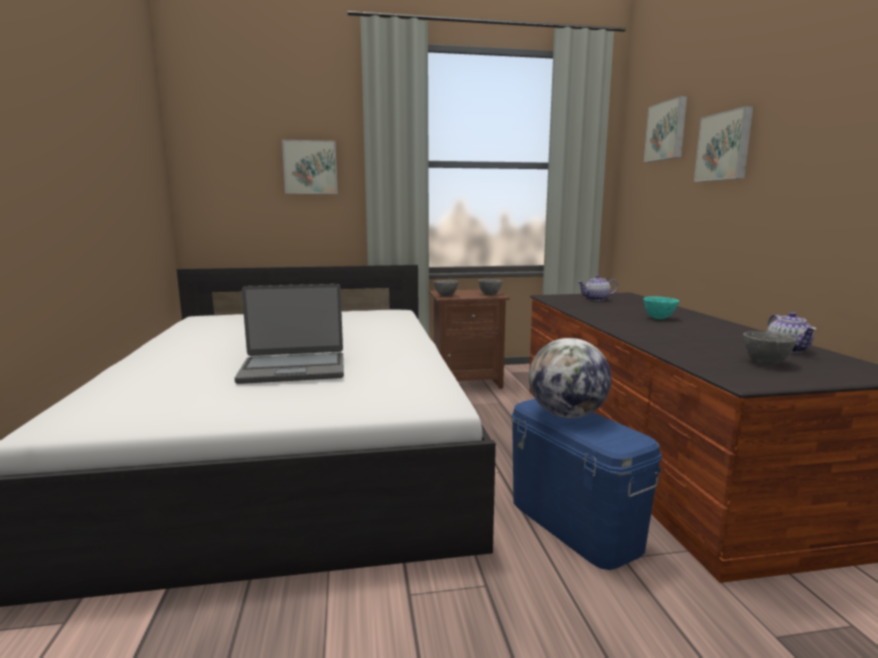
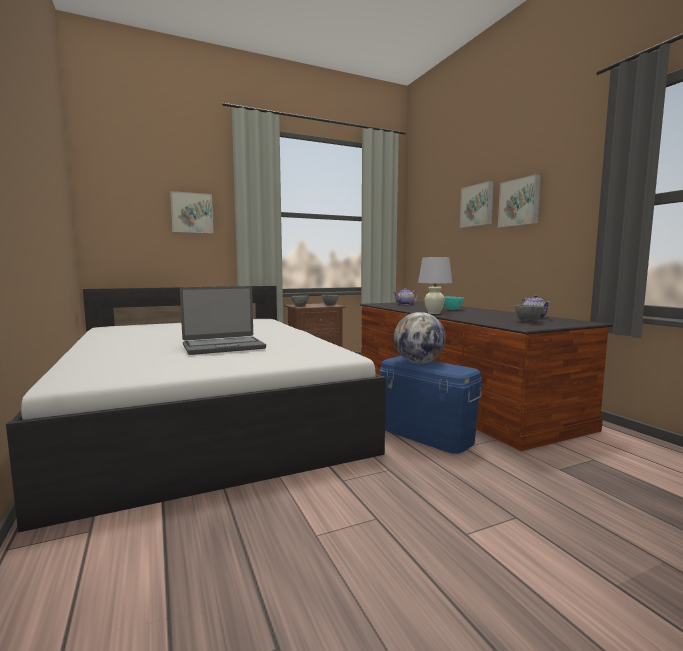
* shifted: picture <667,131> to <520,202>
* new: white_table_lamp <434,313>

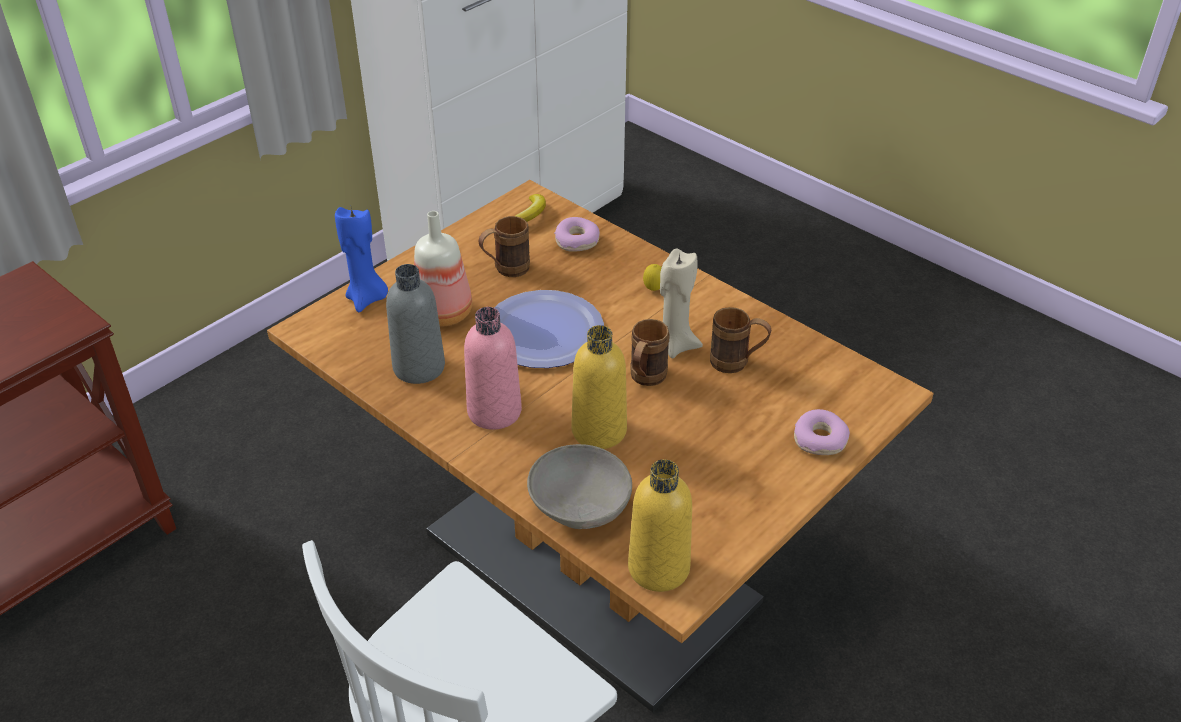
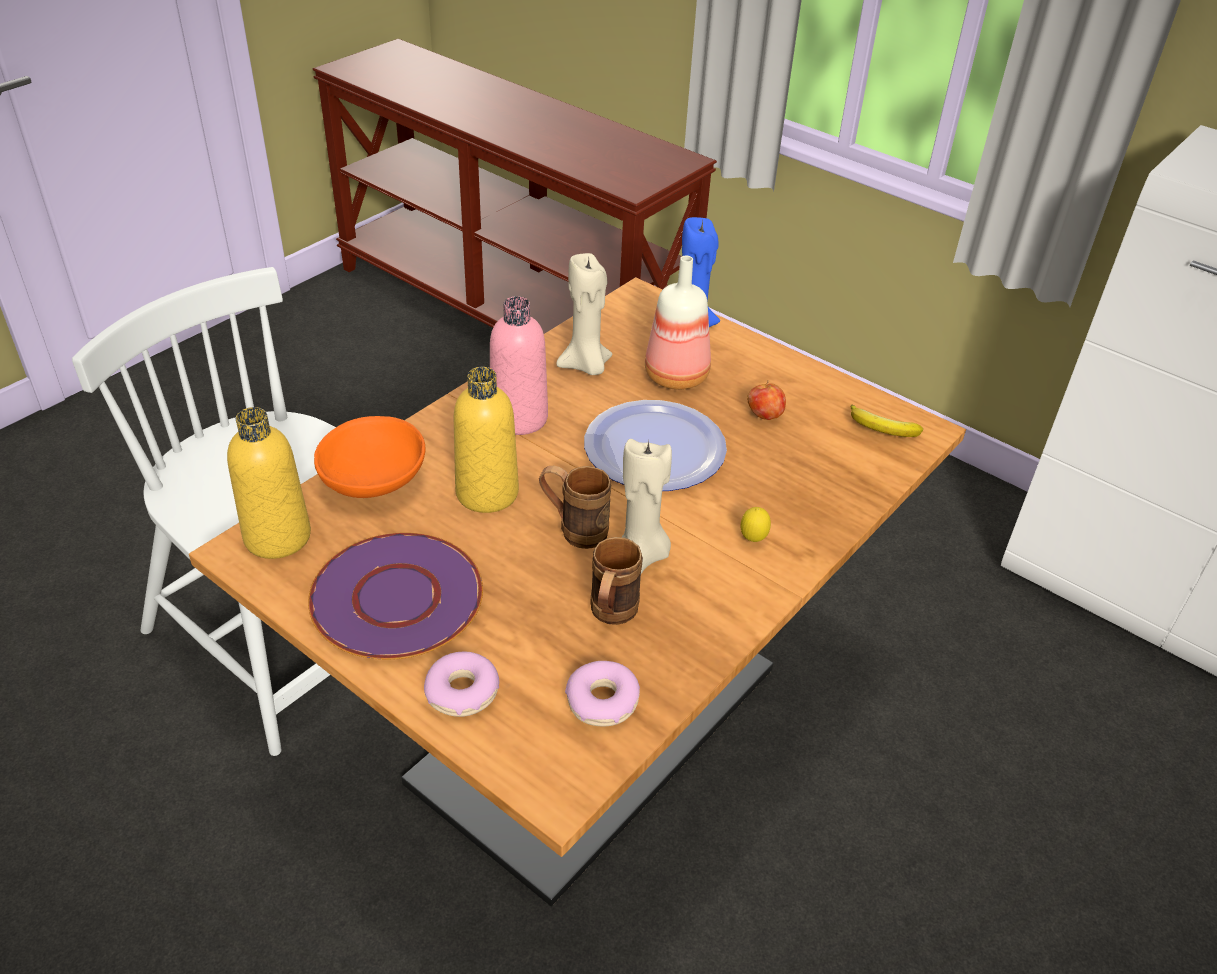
* swapped: brown_mug <505,270> to apple <764,416>
* shifted: donut <577,241> to <602,702>
* swapped: grey_bottle <419,367> to beige_candle <586,366>
* repainted: grey_bowl <581,506> to orange_bowl <375,481>
* new: purple_plate <395,598>

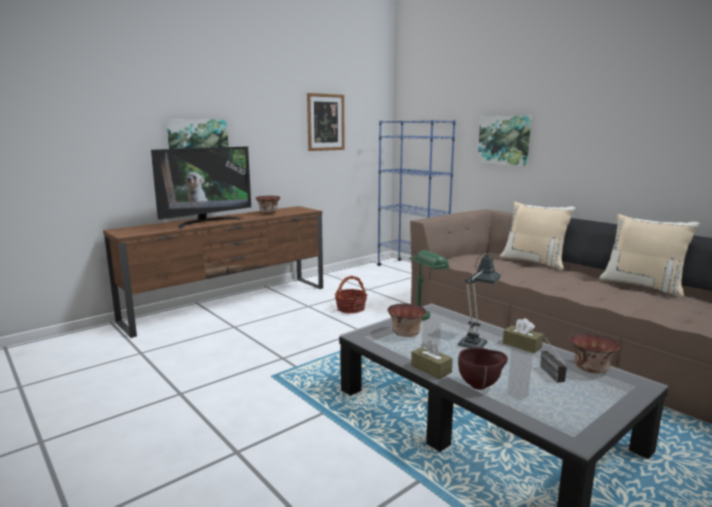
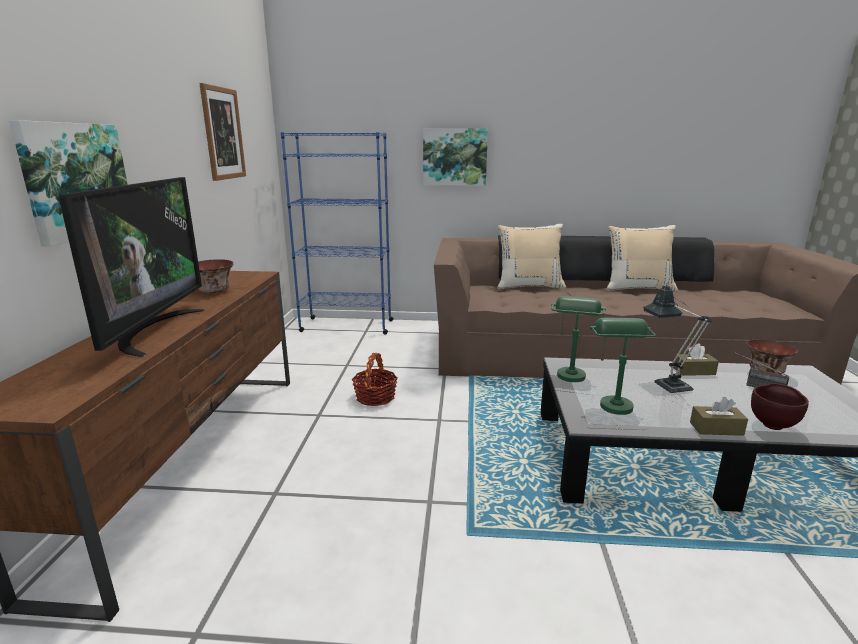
* swapped: bowl <405,334> to green_table_lamp <612,401>

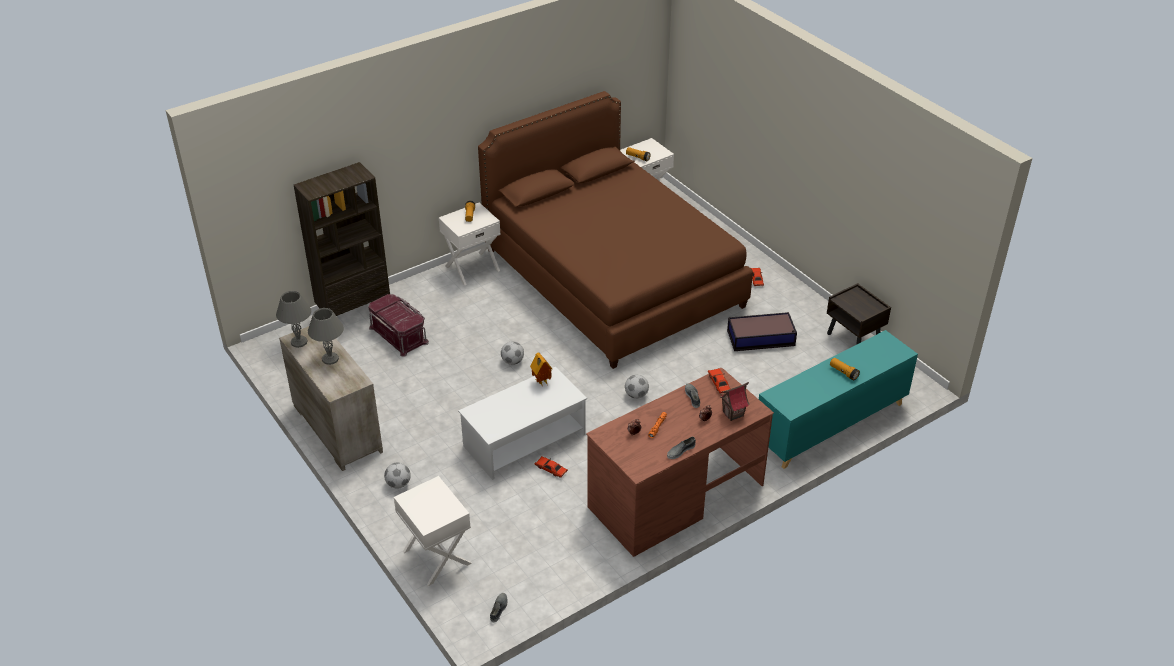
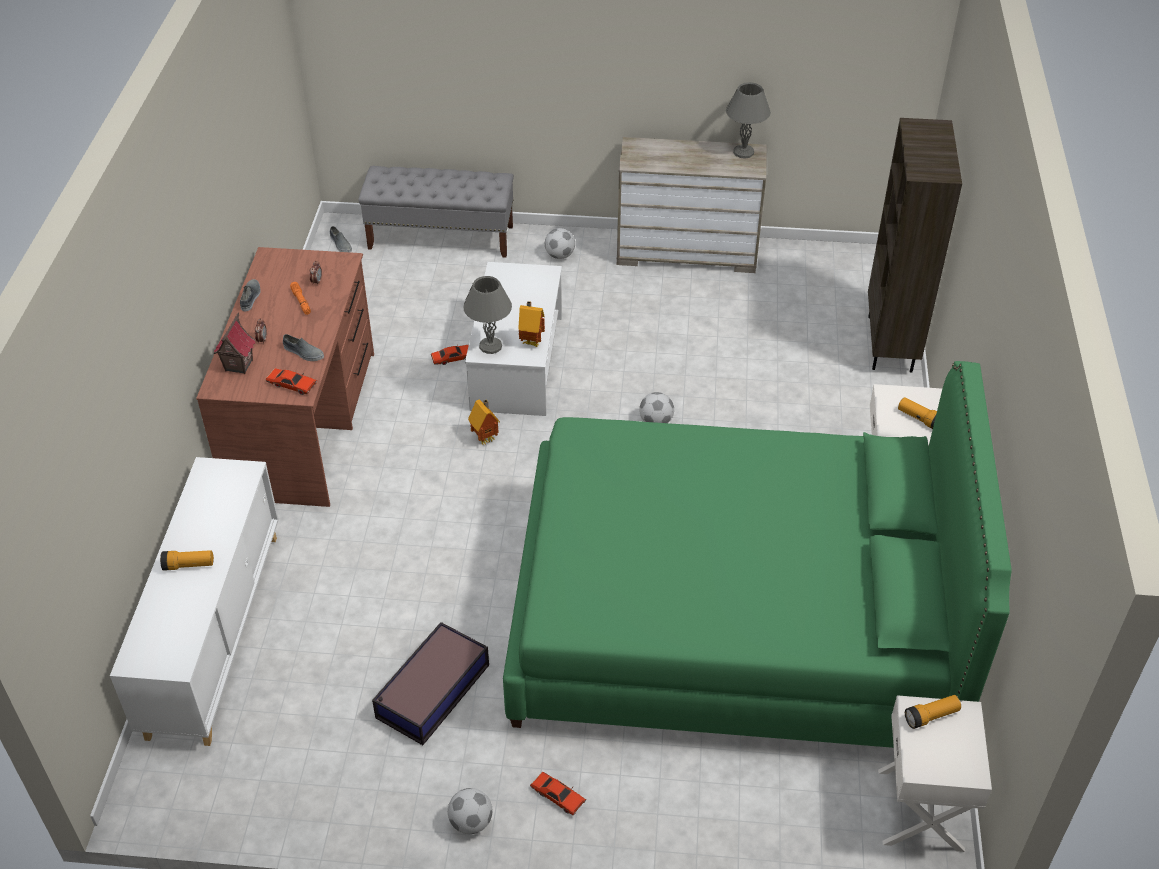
* repainted: brown_bed <612,278> to green_bed <732,619>
* gone: brown_nightstand <854,340>
* gone: red_storage_box <399,334>
* shifted: grey_table_lamp <331,359> to <489,346>
* repainted: turquoise_cabinet <830,425> to white_cabinet <214,632>
* shifted: football <636,395> to <471,822>
* swapped: white_nightstand <436,557> to grey_bench <441,237>
* new: toy_house <486,438>

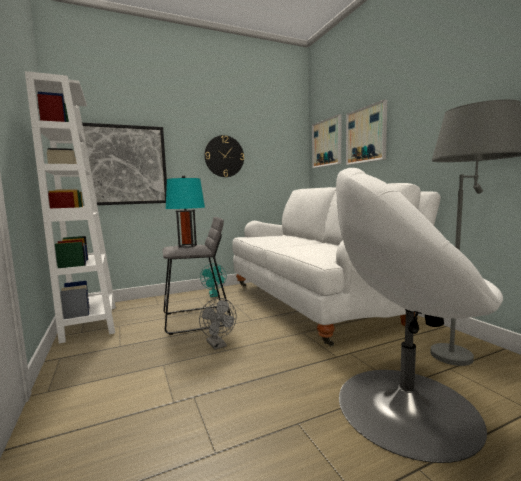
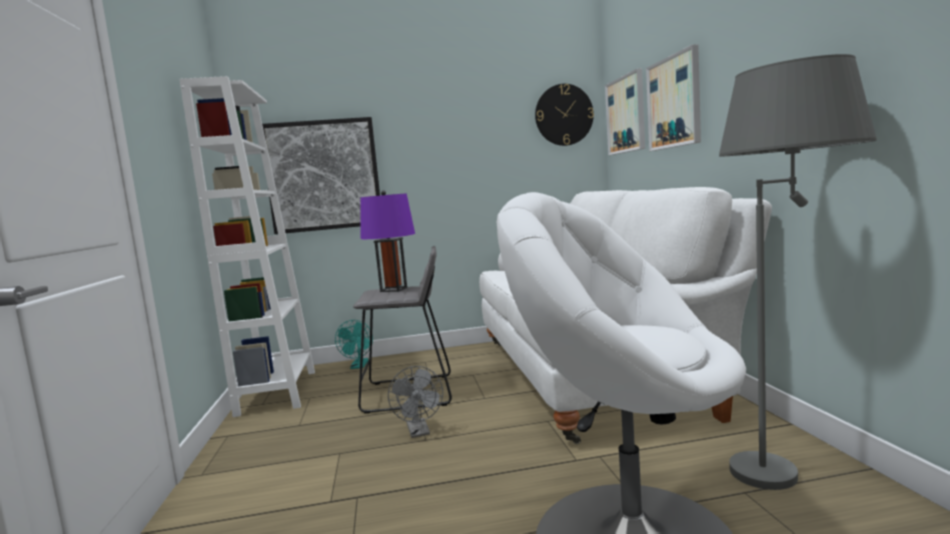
* shifted: wall_clock <224,156> to <564,115>
* repainted: turquoise_table_lamp <187,246> to purple_table_lamp <393,289>
* shifted: turquoise_fan <214,295> to <359,366>

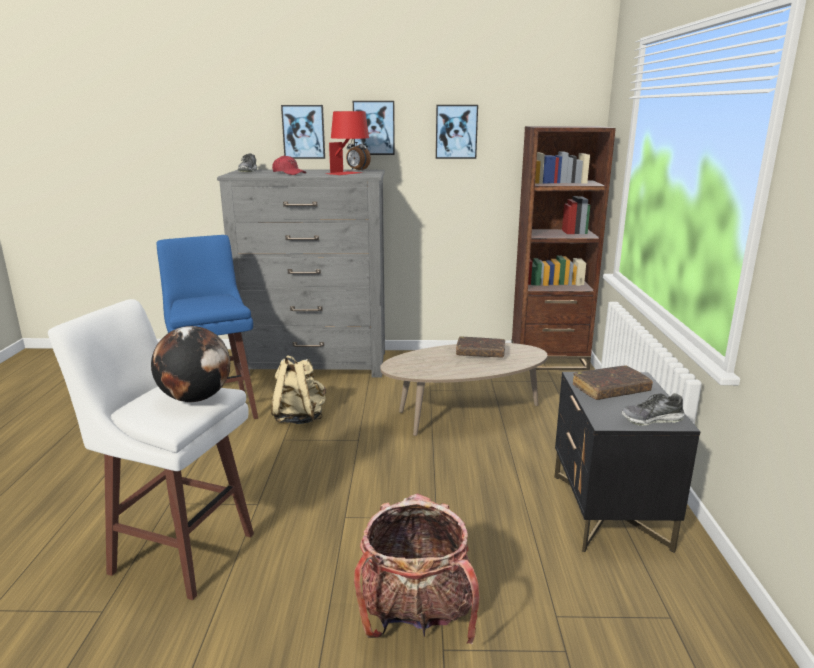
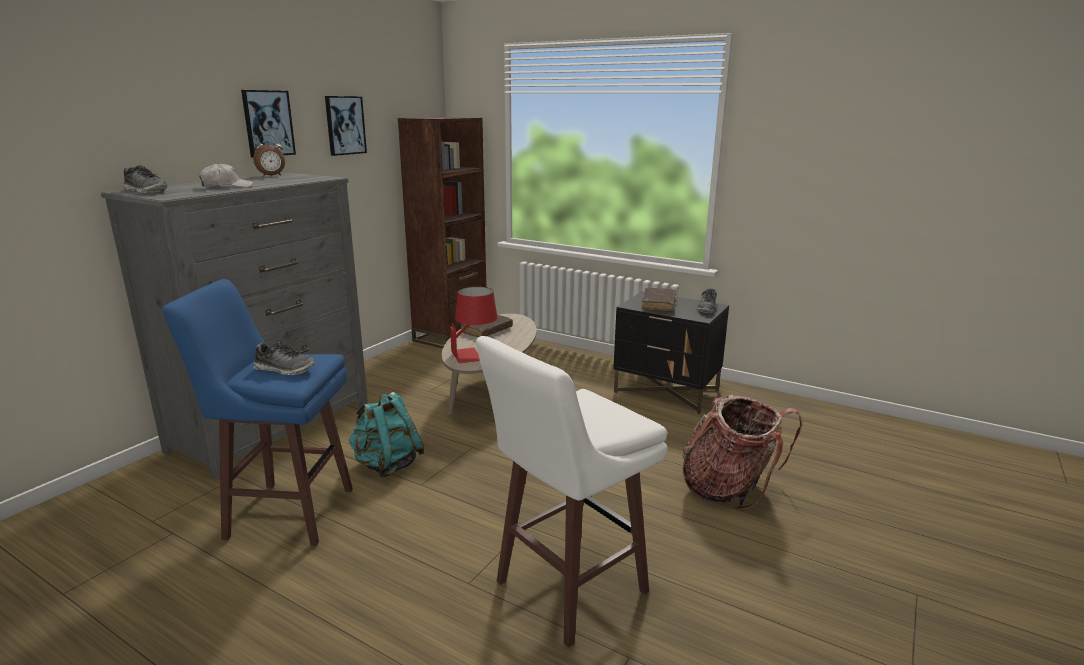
* gone: picture <303,132>
* shifted: red_table_lamp <349,173> to <474,354>
* repainted: red_cap <289,173> to white_cap <226,186>
* gone: globe <196,398>
* repainted: beige_backpack <299,418> to turquoise_backpack <387,465>
* new: shoe <285,369>

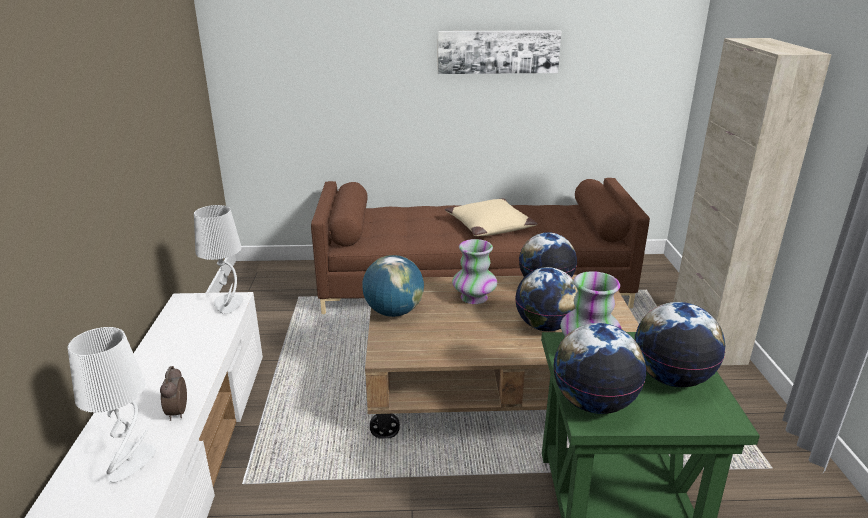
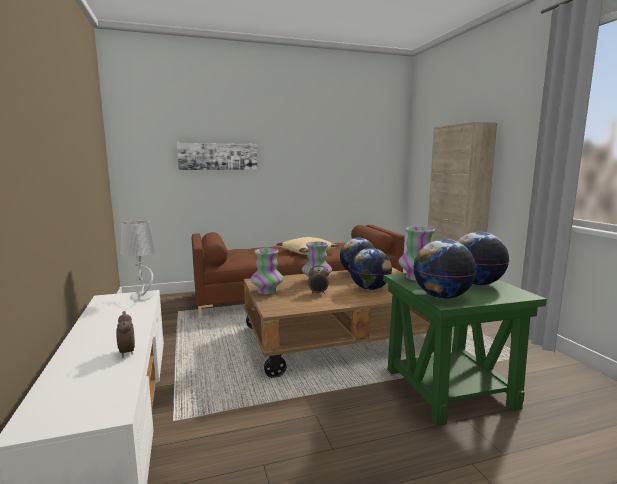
* shifted: picture <498,51> to <218,156>
* swapped: globe <393,312> to vase <267,291>
* gone: white_table_lamp <130,462>
* new: alarm_clock <318,293>

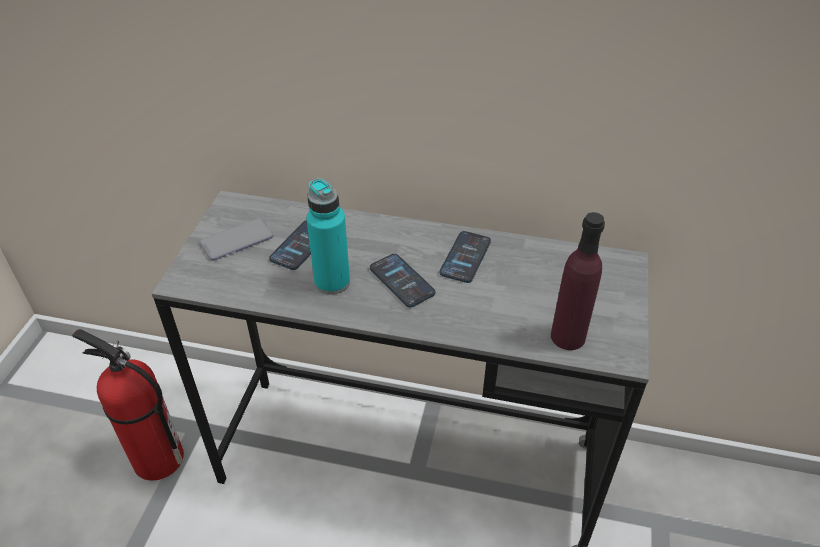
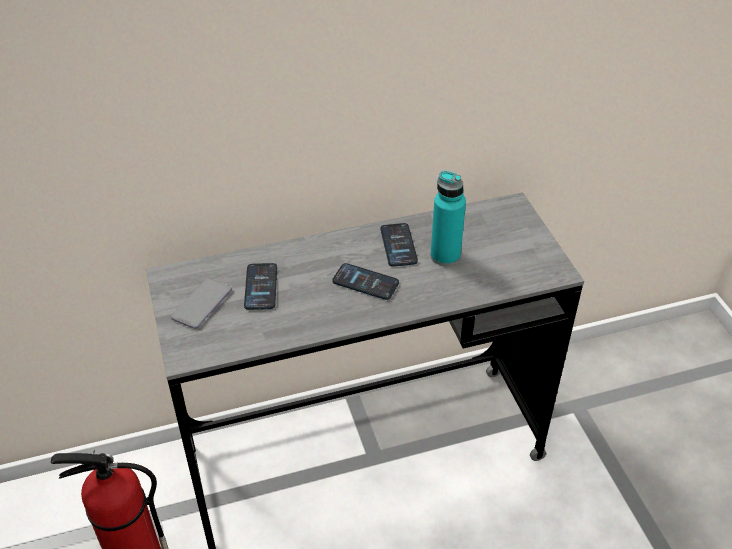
* shifted: turquoise_bottle <332,282> to <445,256>
* gone: purple_bottle <567,336>

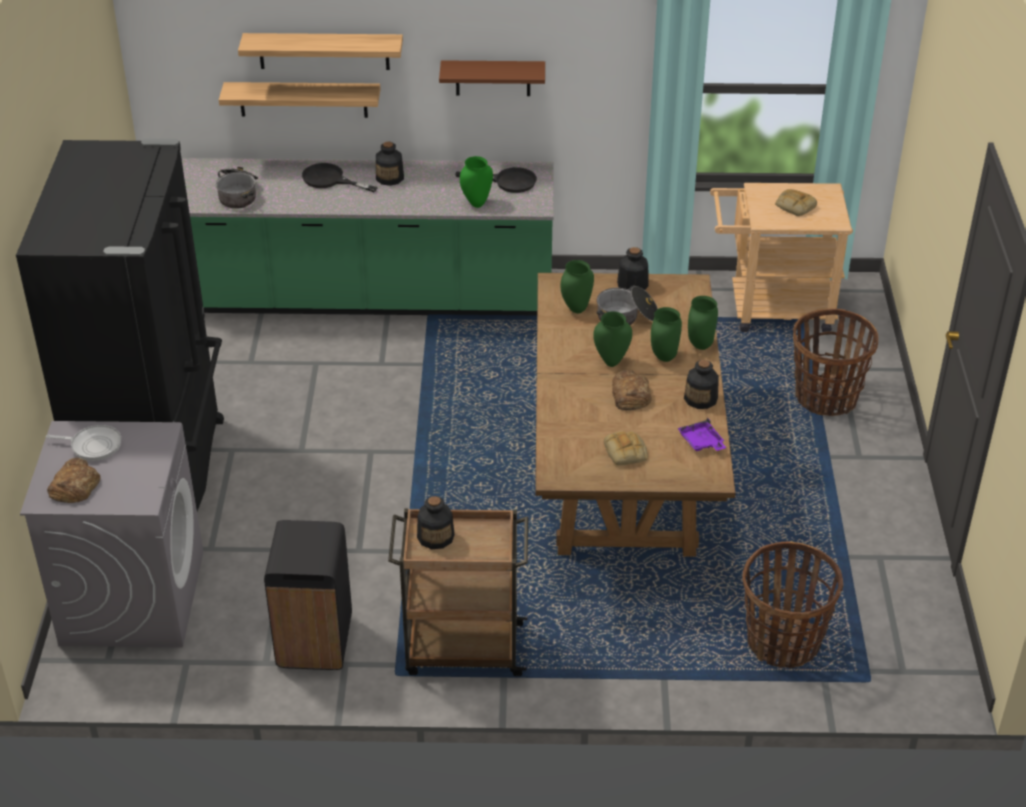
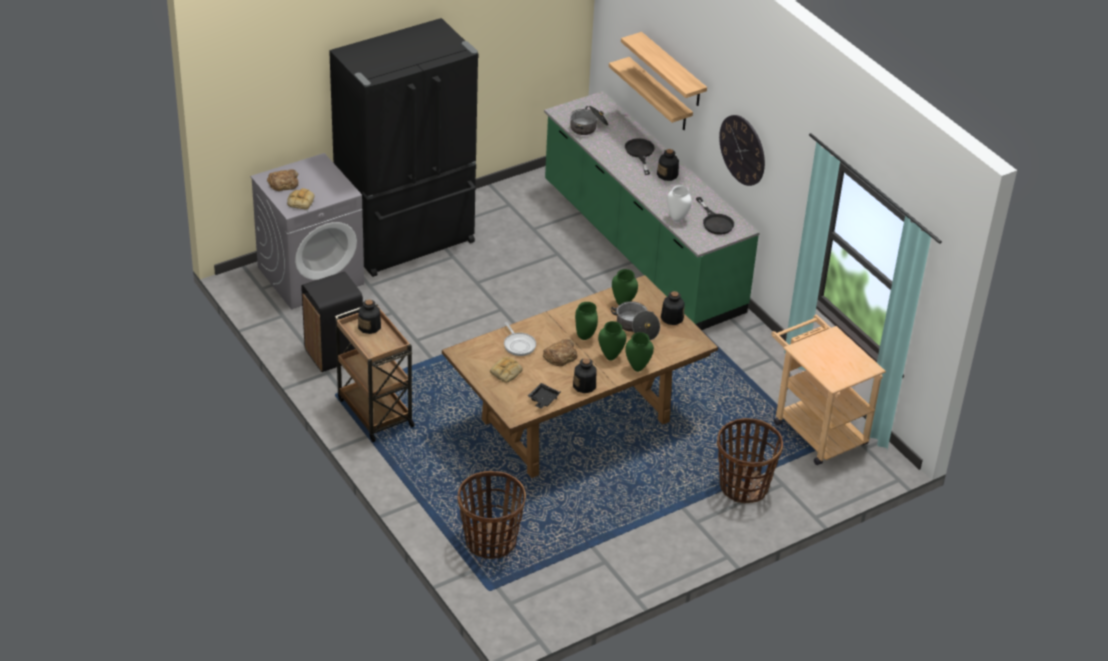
* swapped: brown_shelf <493,78> to wall_clock <742,150>
* repainted: green_vase <476,203> to white_vase <677,219>
* shifted: bread <794,206> to <300,201>
* repainted: purple_tray <701,442> to black_tray <543,399>
* shifted: frying_pan <93,445> to <519,345>

